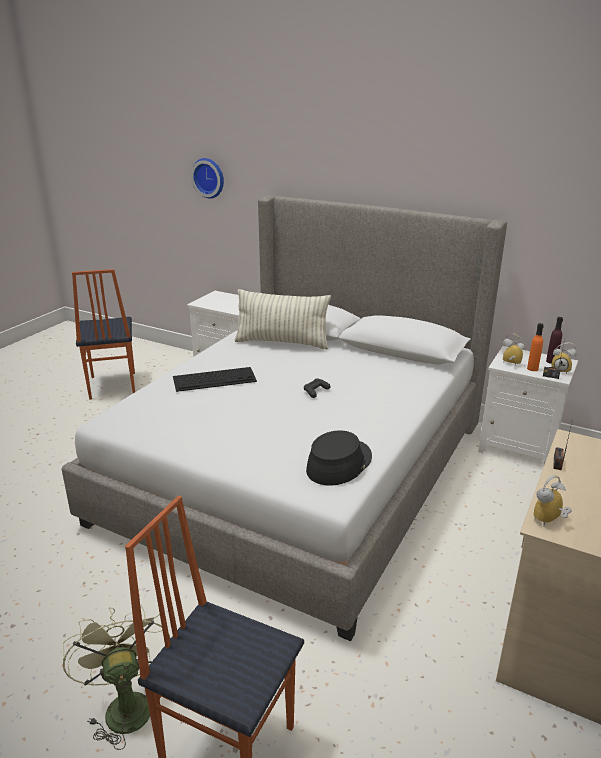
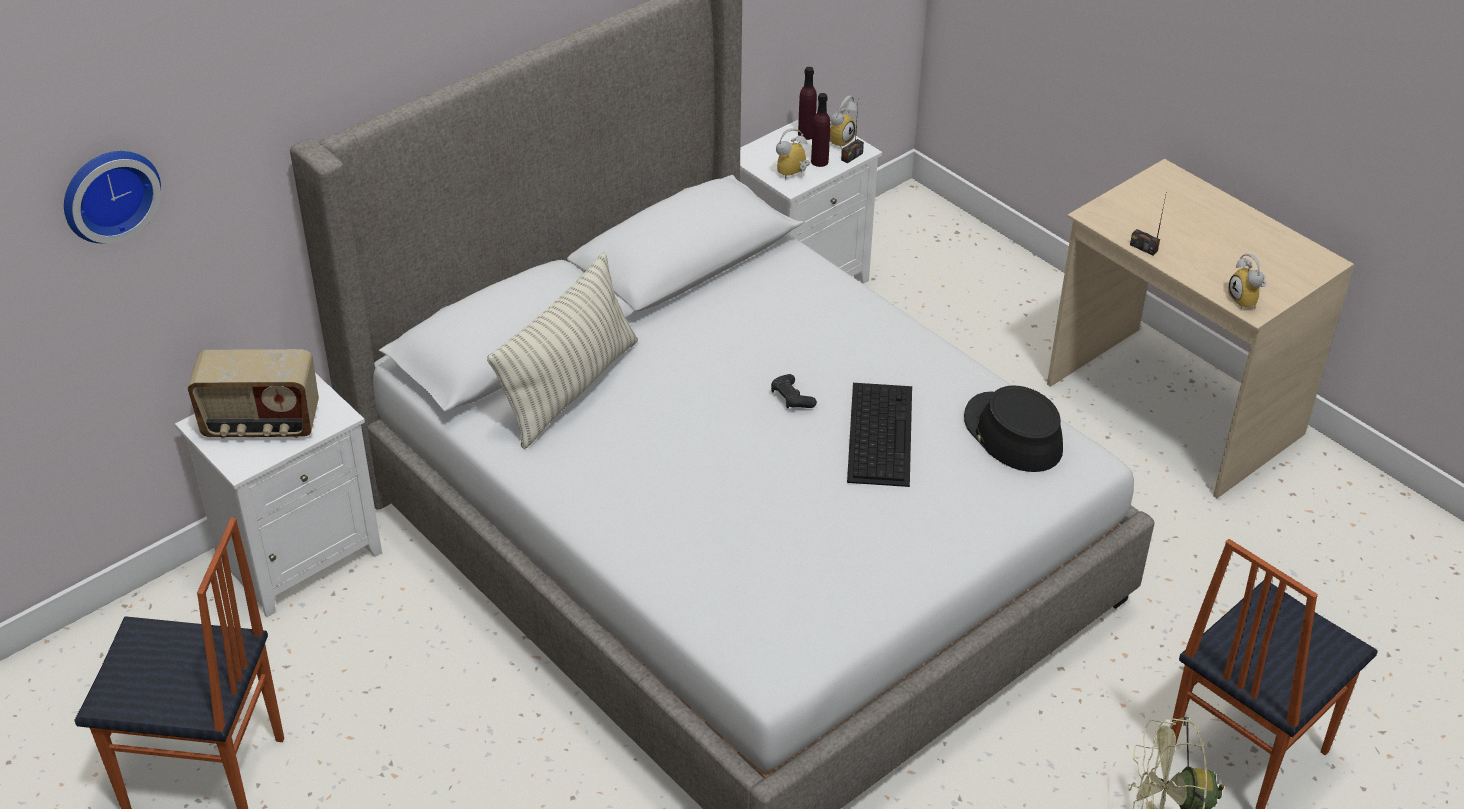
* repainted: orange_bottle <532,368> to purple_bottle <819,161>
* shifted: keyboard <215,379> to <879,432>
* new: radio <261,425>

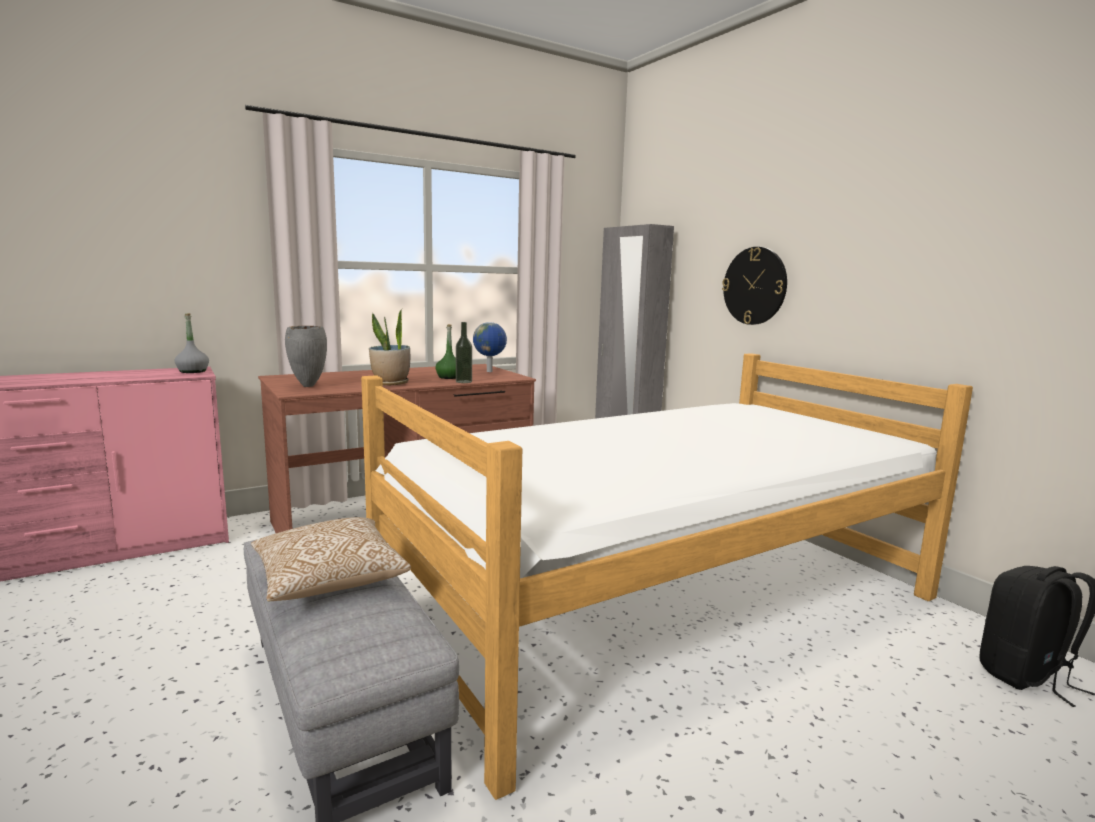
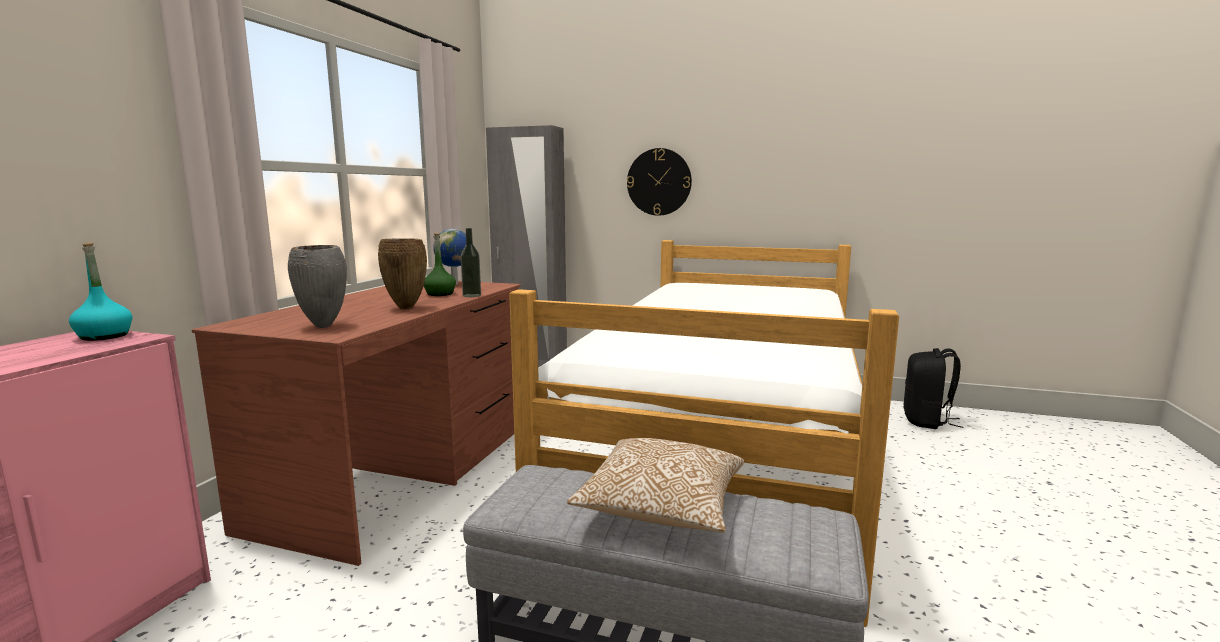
* swapped: potted_plant <391,383> to brown_vase <406,308>
* repainted: grey_bottle <192,371> to turquoise_bottle <104,336>

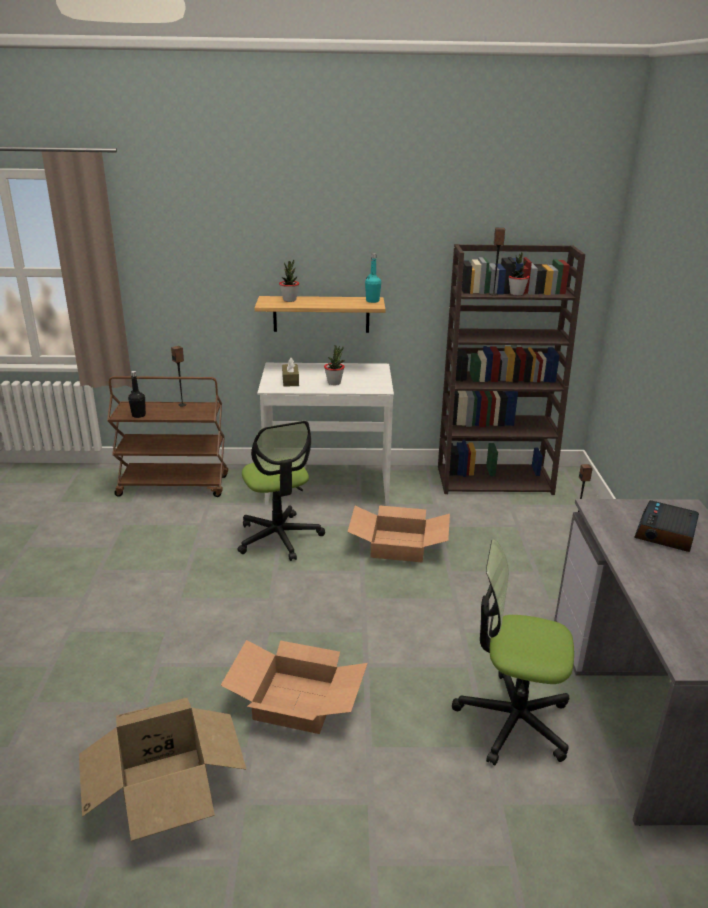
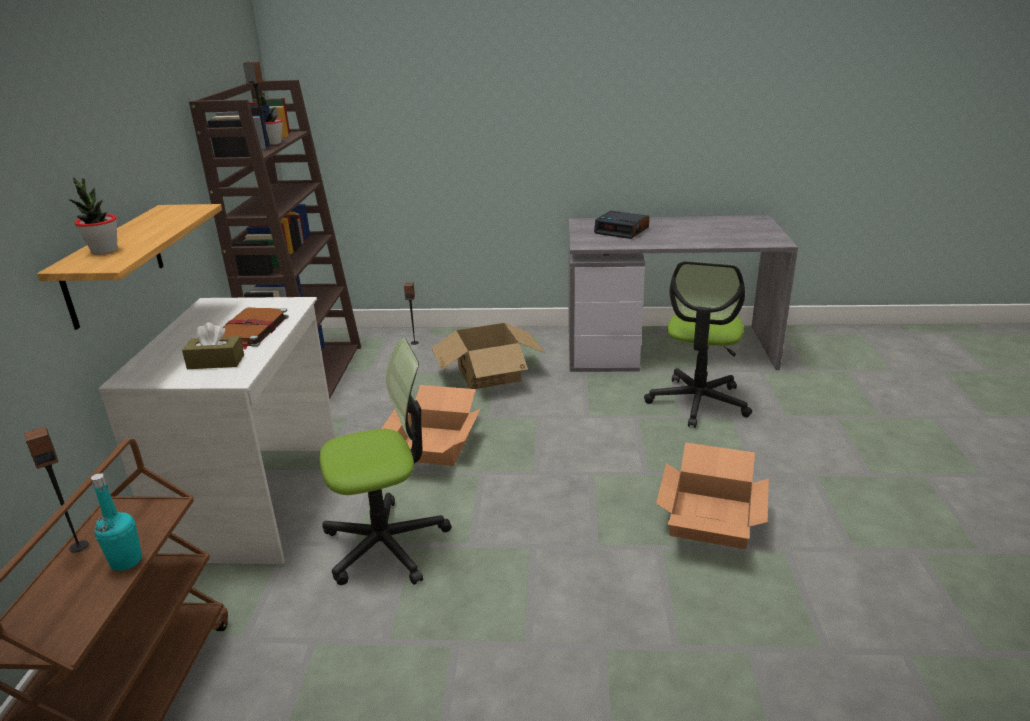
* shifted: turquoise_bottle <372,301> to <126,561>
* swapped: potted_plant <334,383> to brown_book <250,330>
* gone: black_bottle <138,415>
* shifted: cardboard_box <165,788> to <489,374>

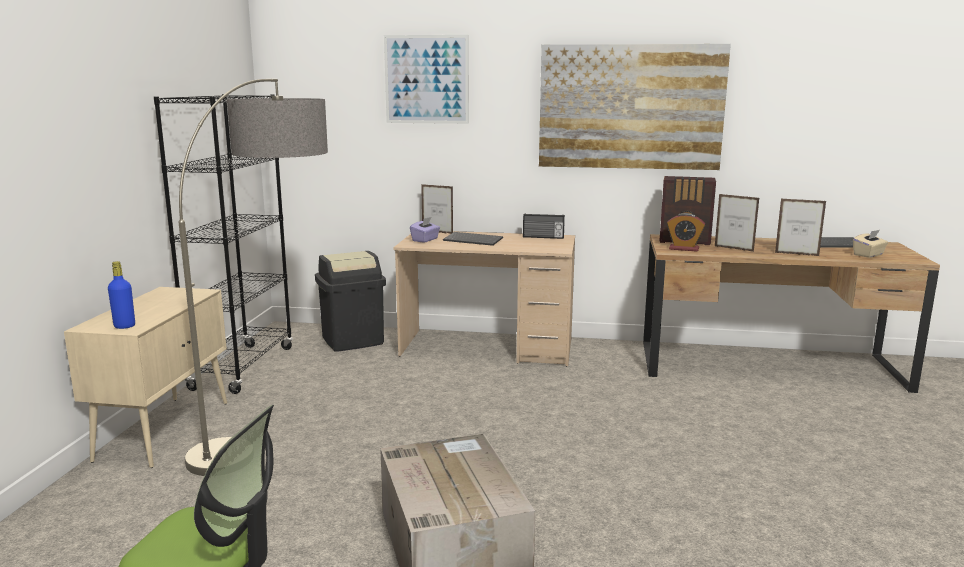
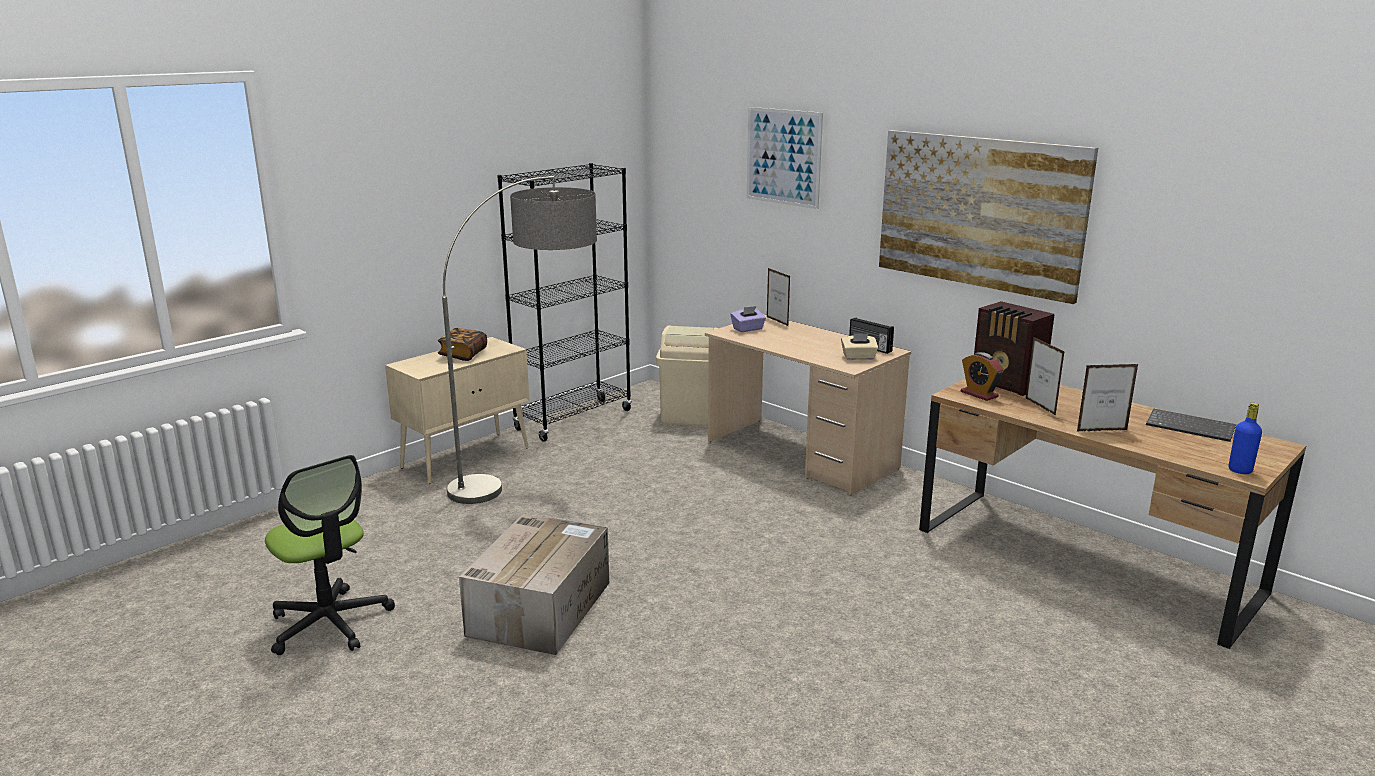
* rotated: picture_frame <797,254> = <1101,430> 120 degrees clockwise
* shifted: beige_tissue_box <868,255> to <858,357>
* gone: keyboard <474,240>
* repainted: black_trash_can <352,340> to beige_trash_can <690,415>
* shifted: blue_bottle <124,326> to <1240,470>
* new: book <463,354>

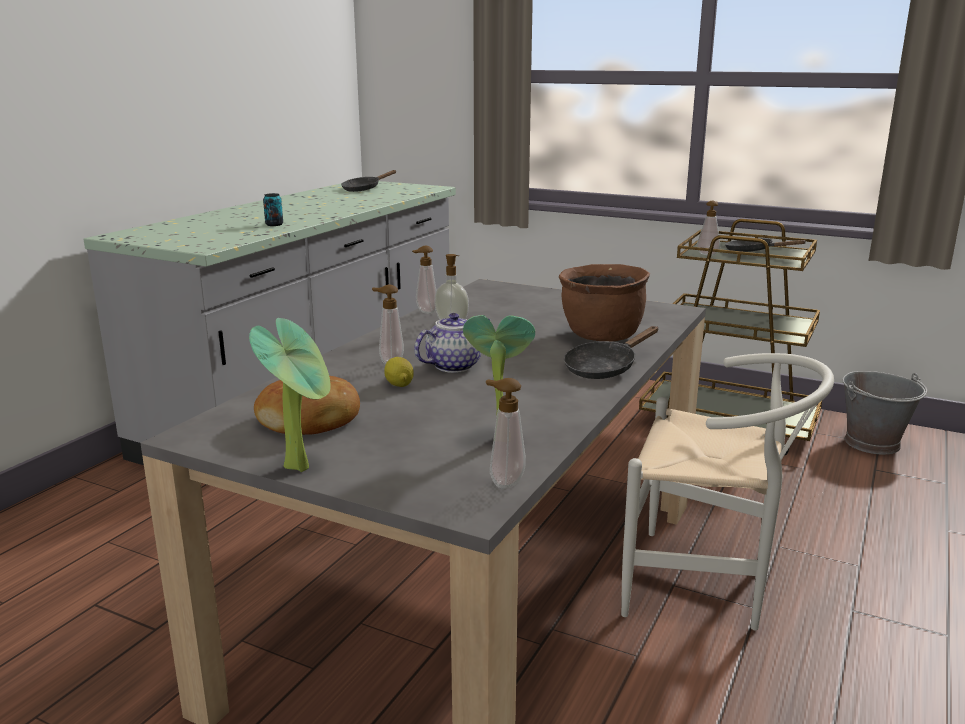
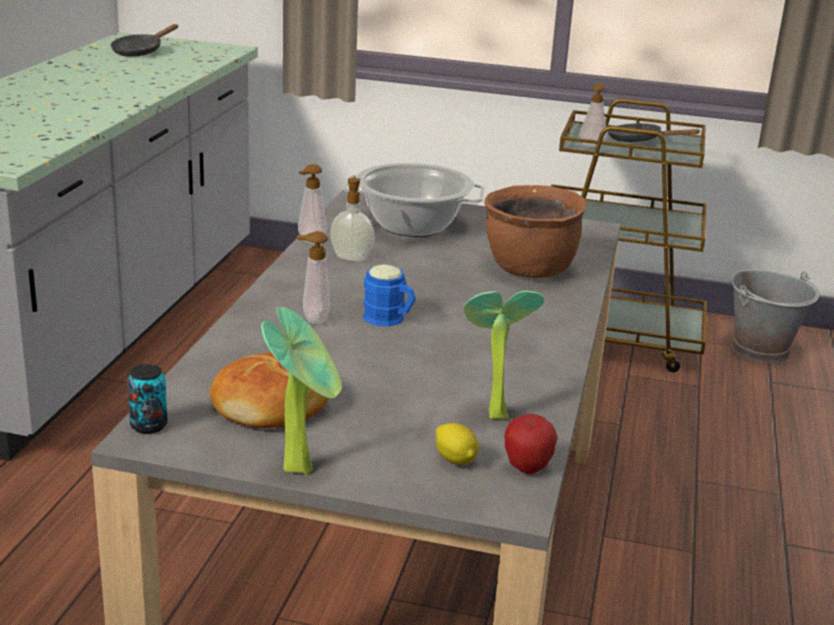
* shifted: can <274,224> to <149,425>
* swapped: teapot <454,365> to blue_mug <390,320>
* gone: black_frying_pan <604,368>
* gone: white_chair <709,586>
* shifted: lemon <399,385> to <455,460>
* swapped: soap_dispenser <504,482> to apple <527,468>
* new: cooking_pot <413,225>

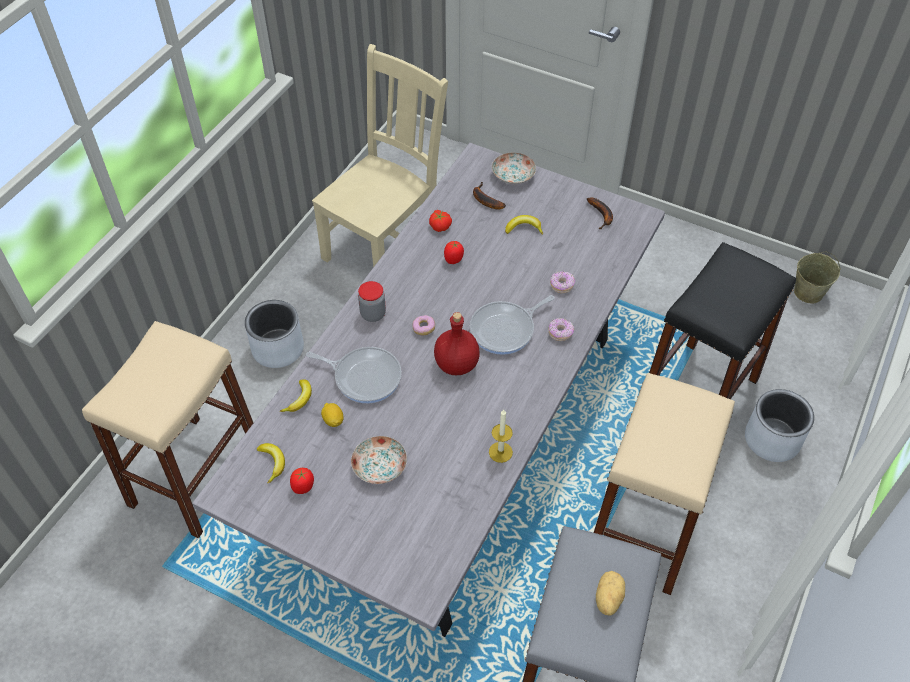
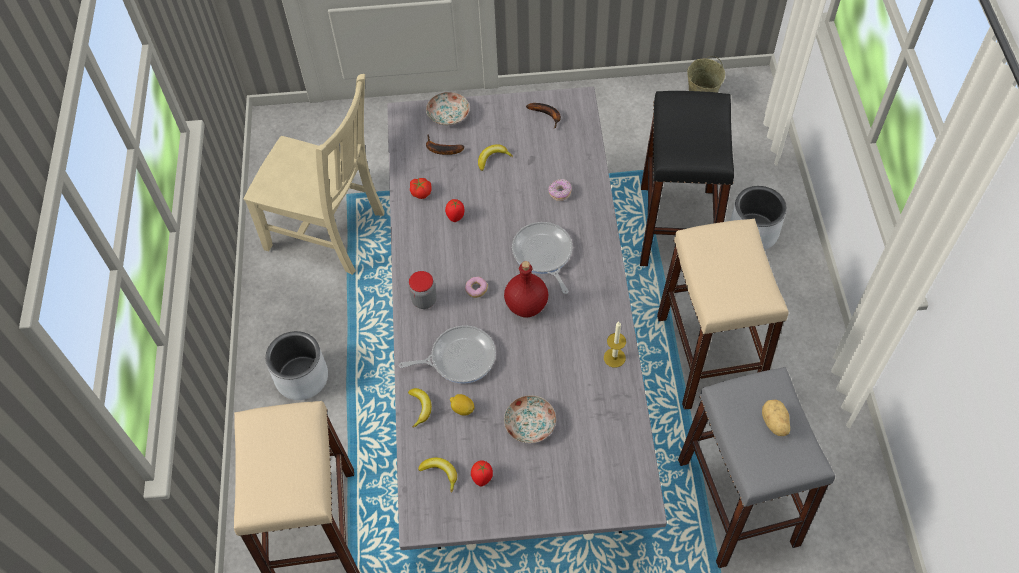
* rotated: beige_chair <385,246> = <329,232> 105 degrees clockwise
* rotated: frying_pan <505,329> = <543,254> 135 degrees clockwise
* gone: donut <560,333>

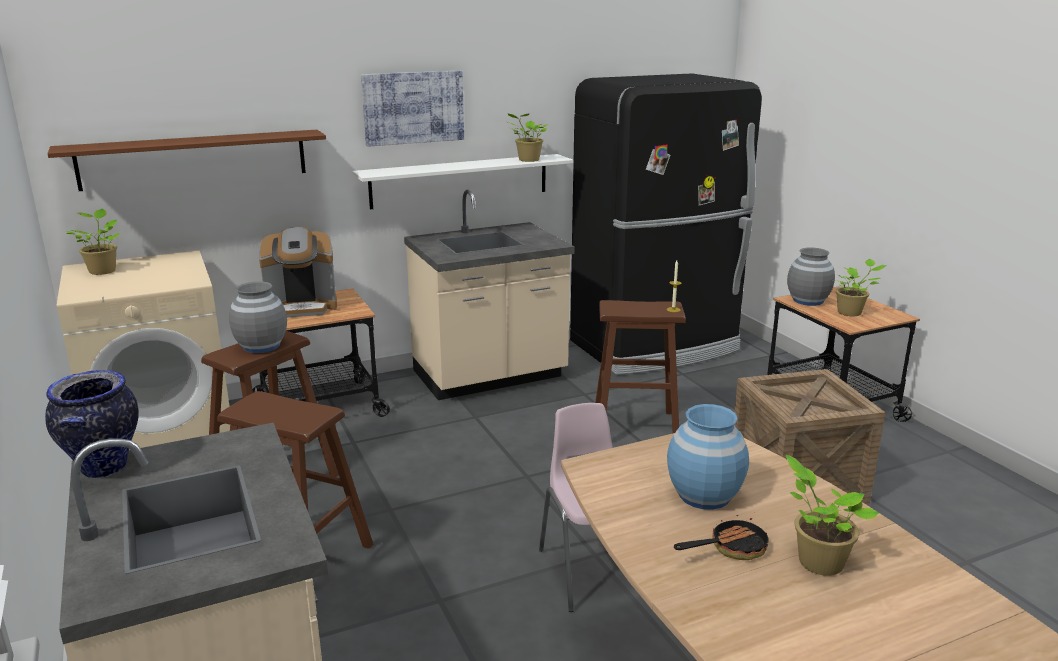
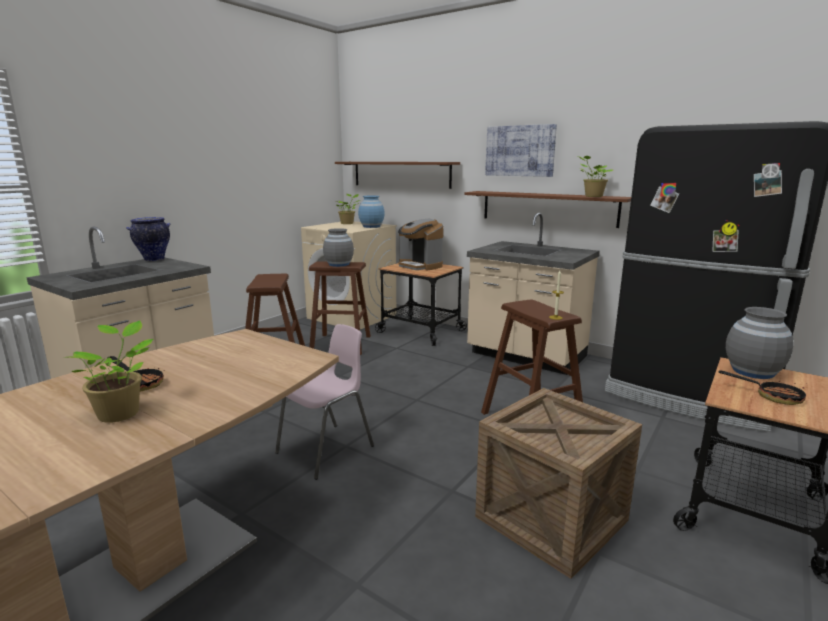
* repainted: white_shelf <460,181> to brown_shelf <547,208>
* swapped: potted_plant <851,313> to frying_pan <771,396>
* shifted: blue_vase <704,495> to <371,226>

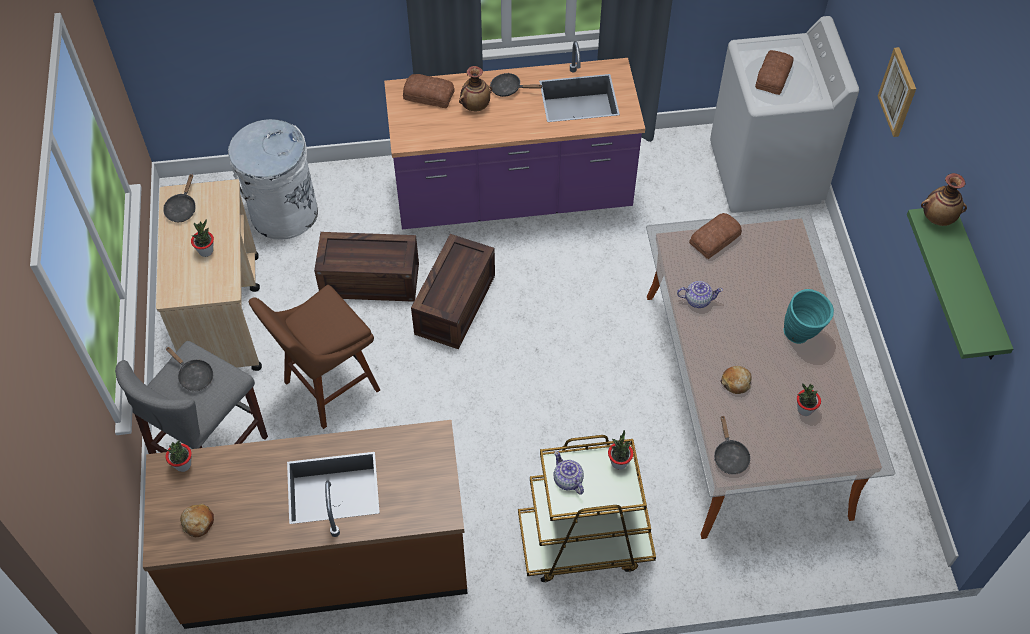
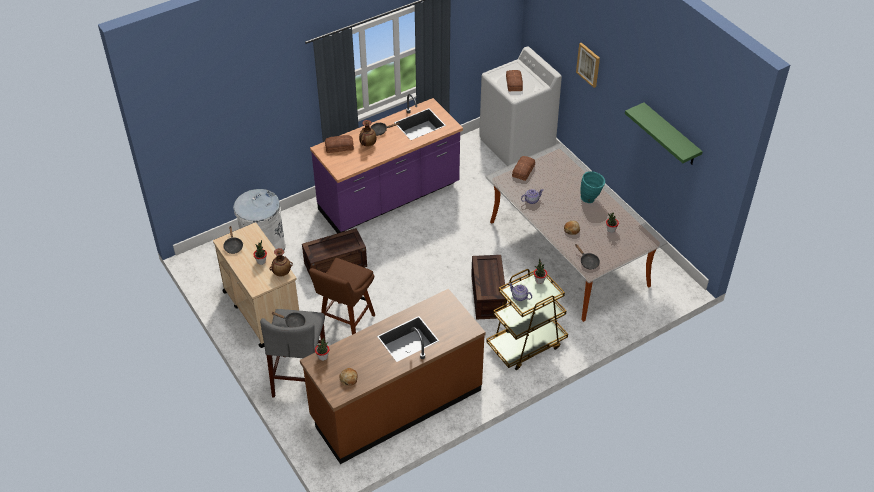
* shifted: vase <938,218> to <282,273>
* shifted: crate <454,303> to <487,295>

